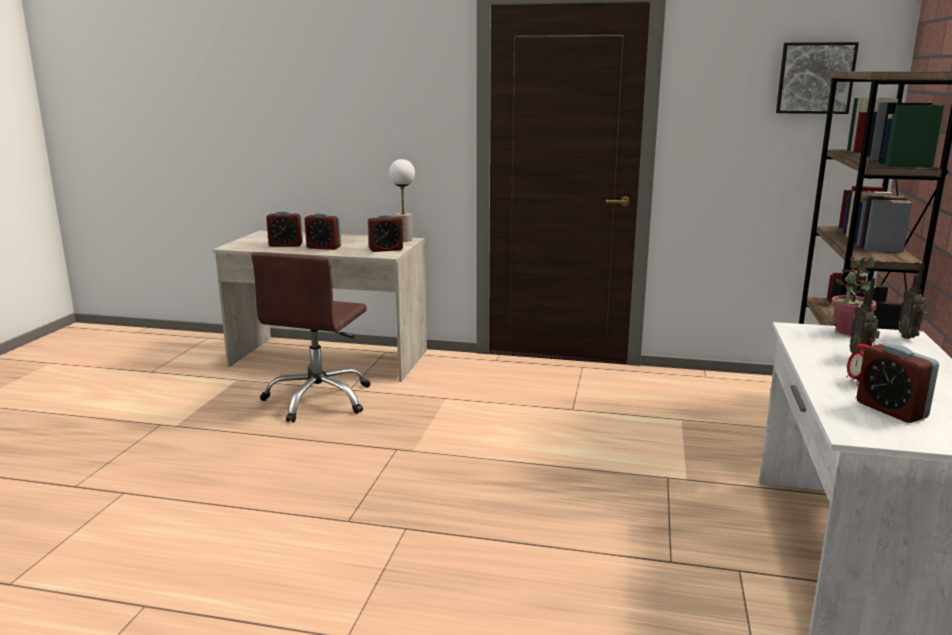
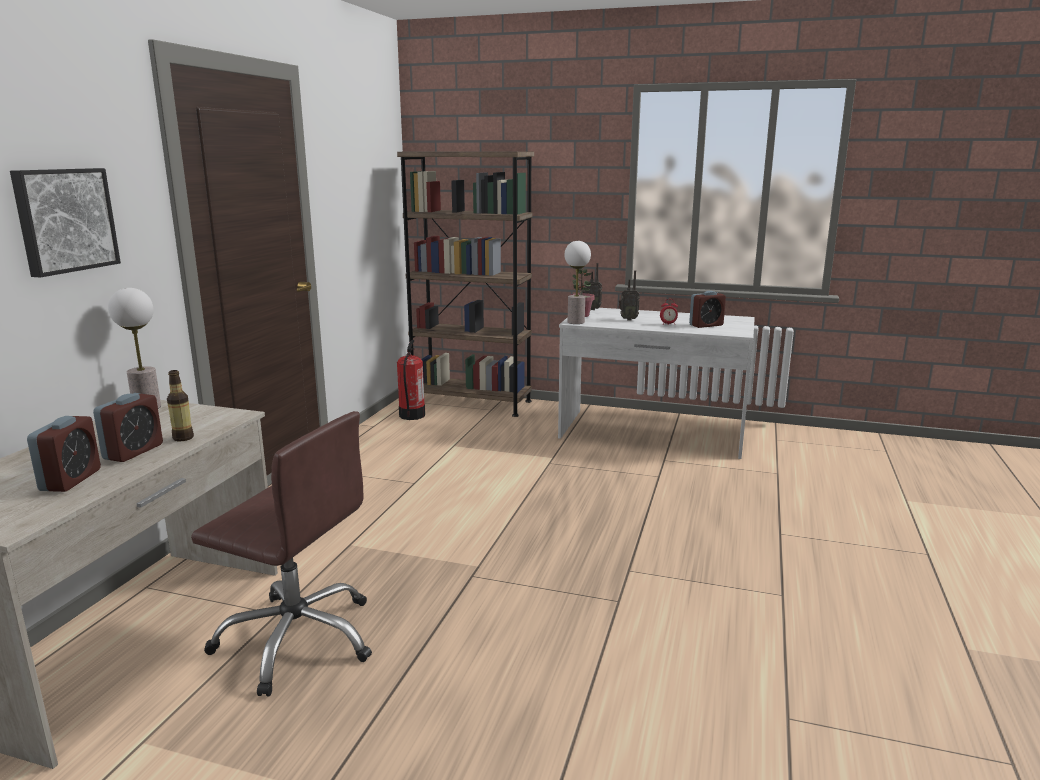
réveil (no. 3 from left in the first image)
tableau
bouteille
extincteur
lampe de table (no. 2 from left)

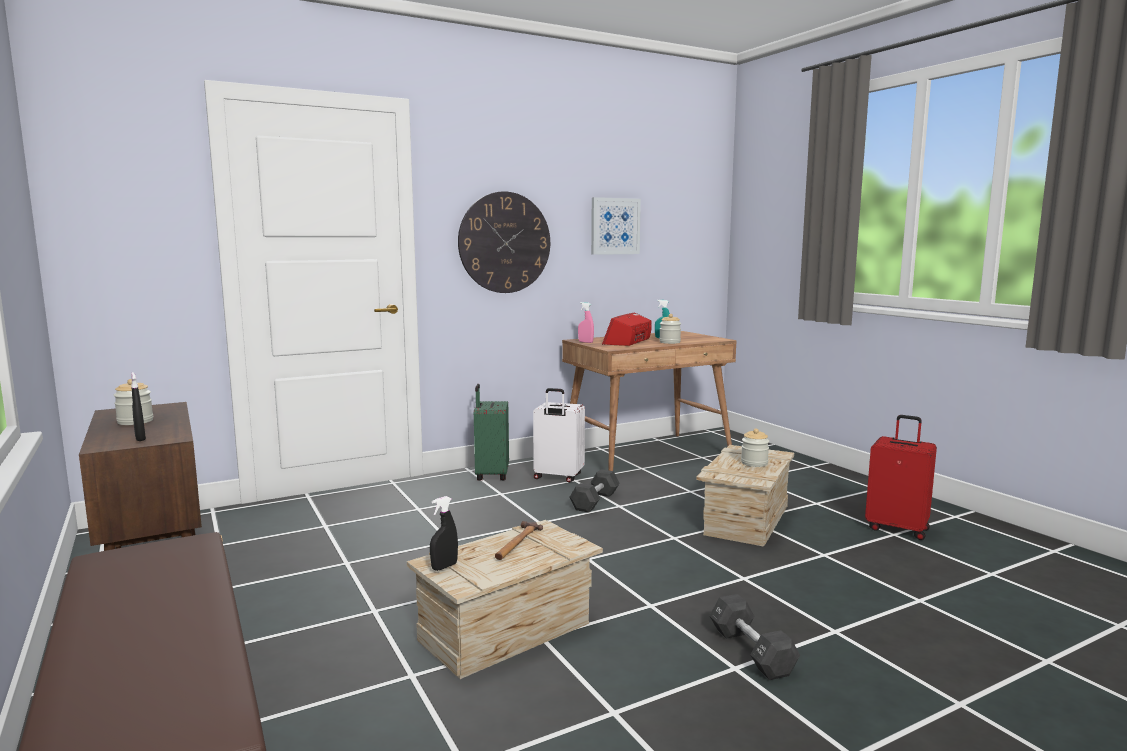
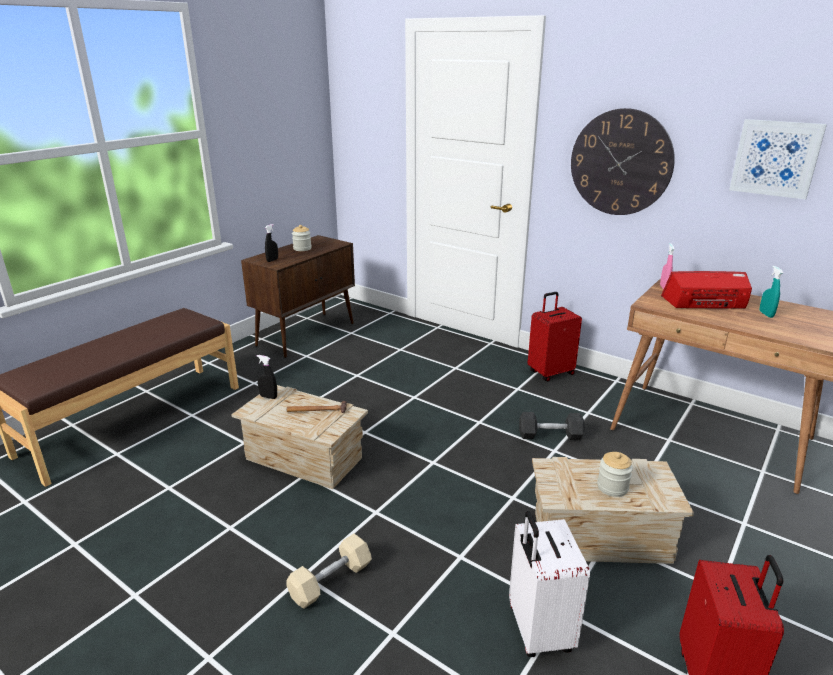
valise [rouge] (no. 1 from left)
valise [blanc]
bocal (no. 2 from left in the first image)
haltère [beige]

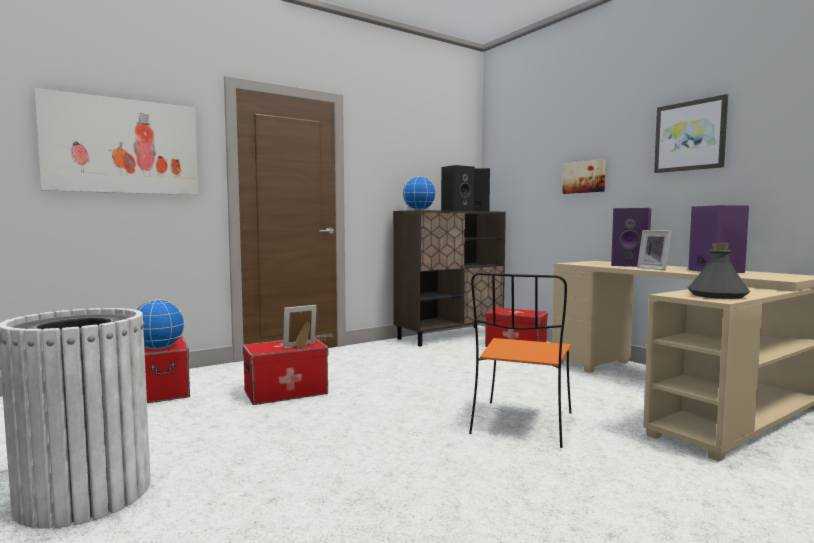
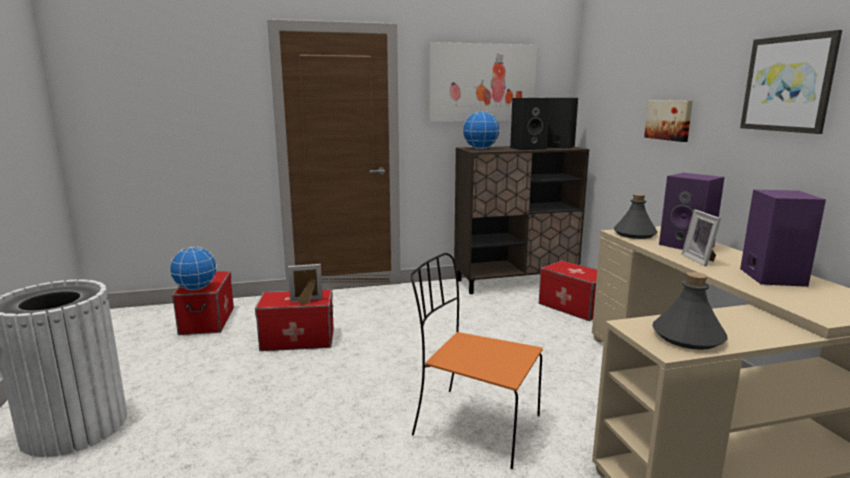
tableau (no. 1 from left)
chaise [orange]
bouteille [gris] (no. 1 from left)

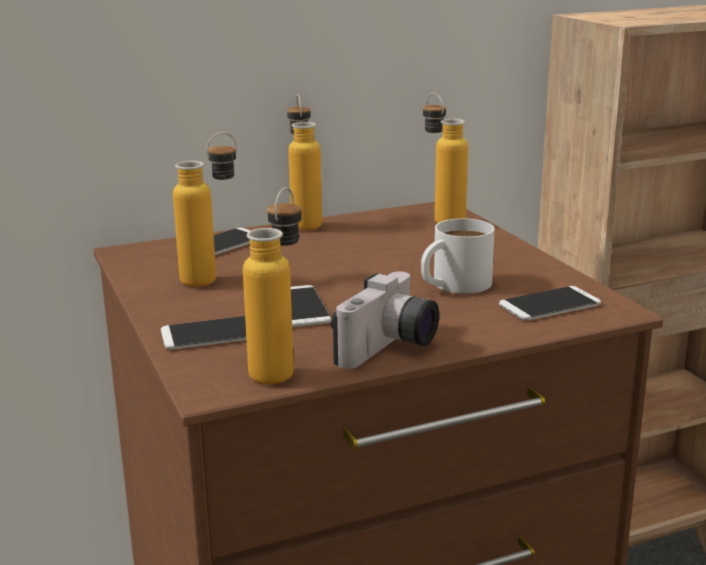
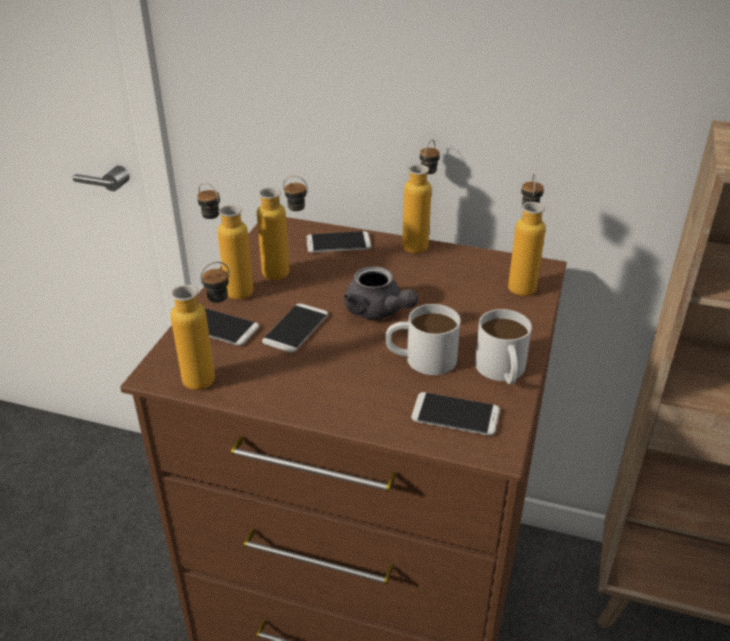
appareil photo
bouteille (no. 2 from left)
théière [gris]
mug [blanc] (no. 2 from left)

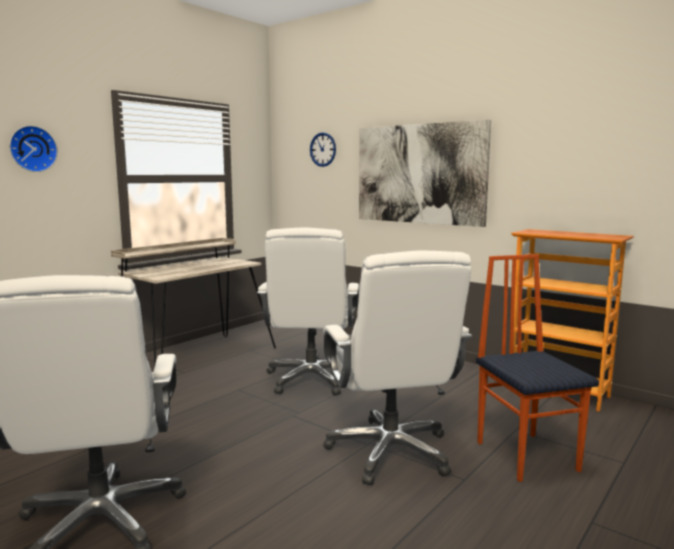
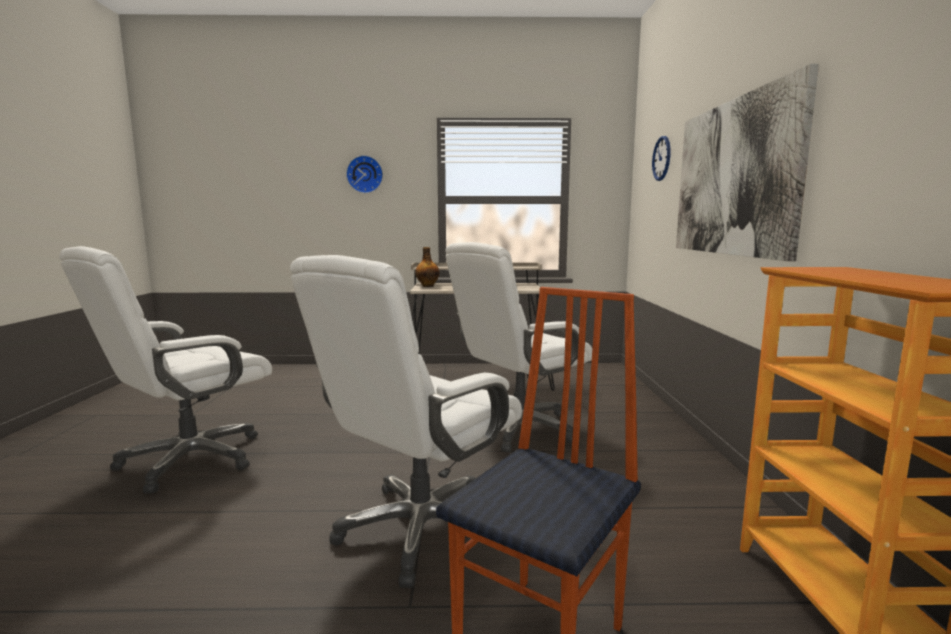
bouteille

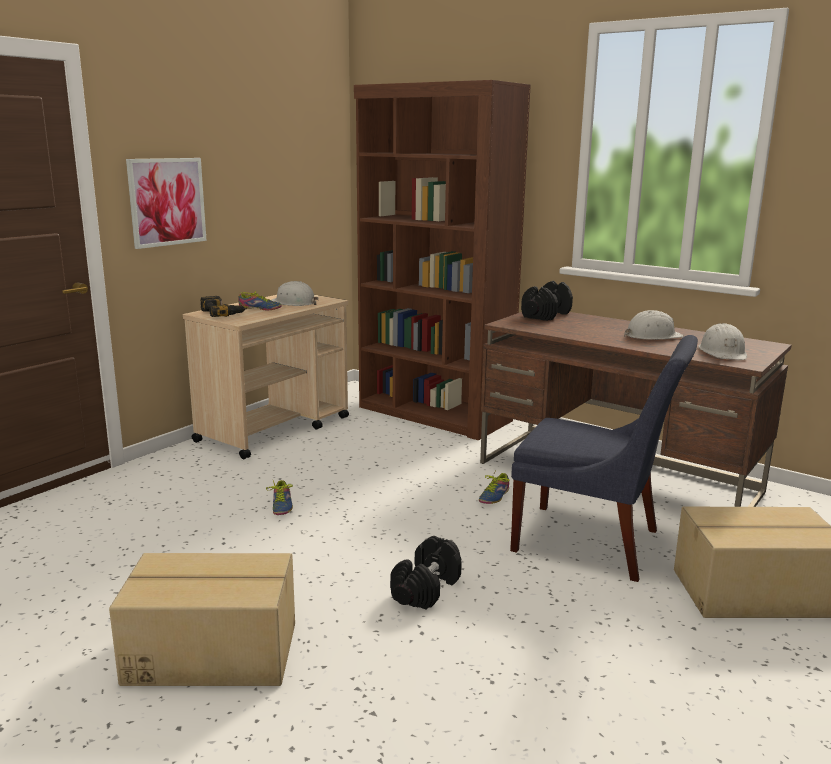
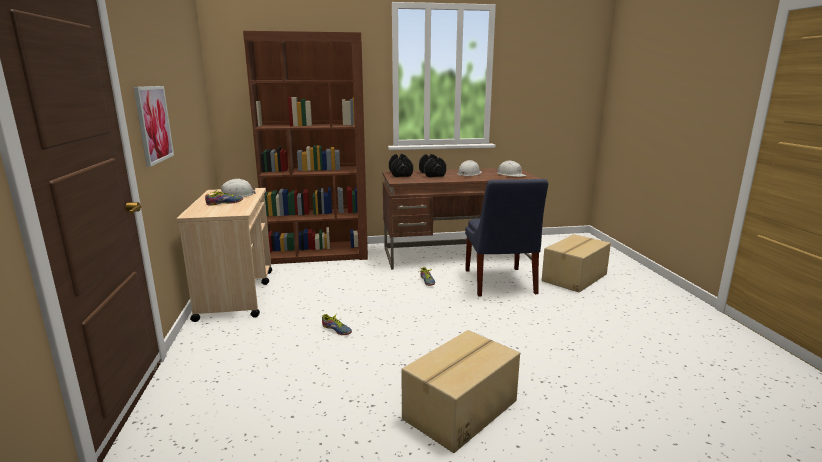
perceuse
haltère [noir] (no. 2 from left)
chaise [bleu]

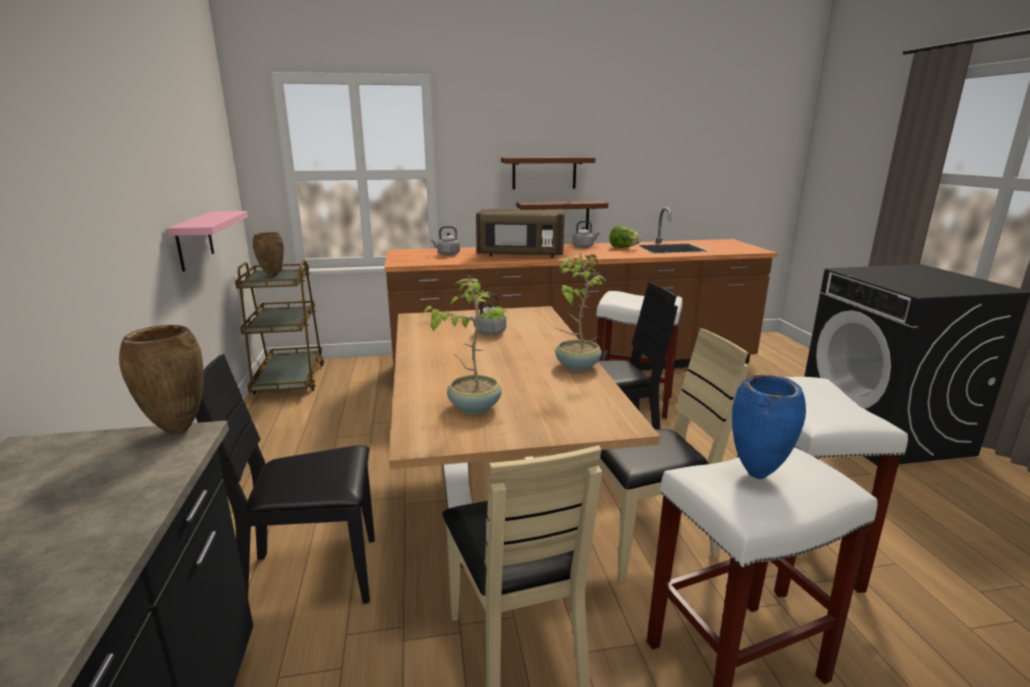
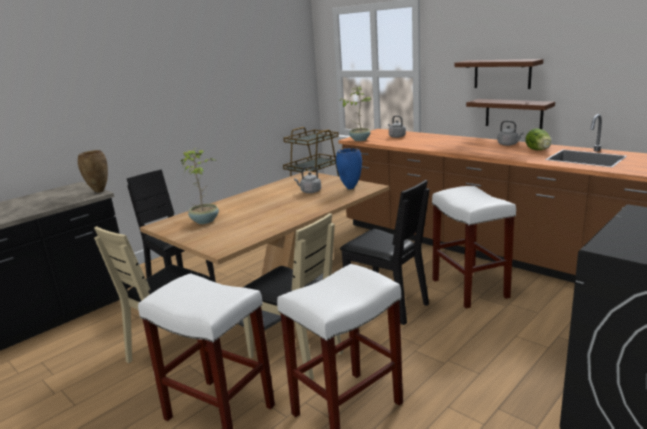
étagère [rose]
vase [marron] (no. 2 from left in the first image)
micro-ondes [marron]
plante en pot (no. 2 from left)
vase [bleu]

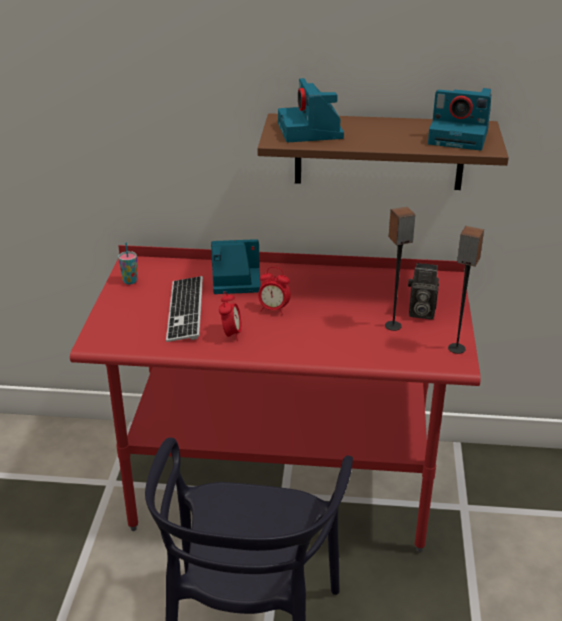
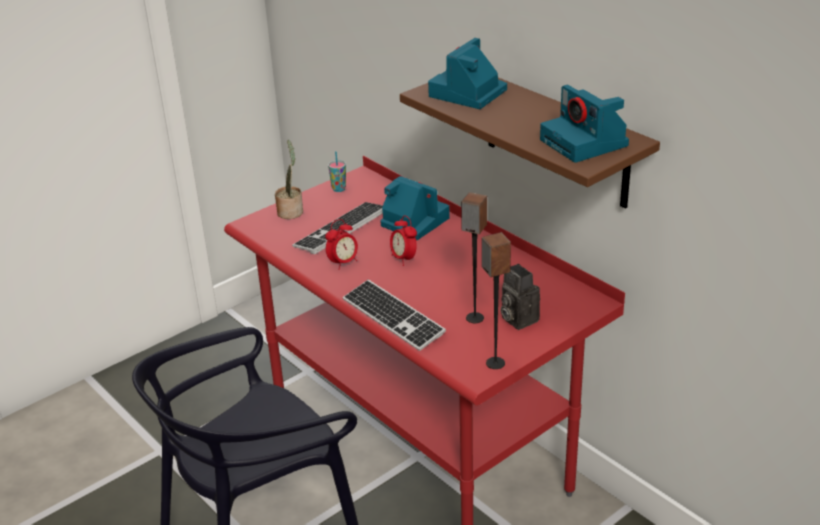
plante en pot
clavier (no. 2 from left)

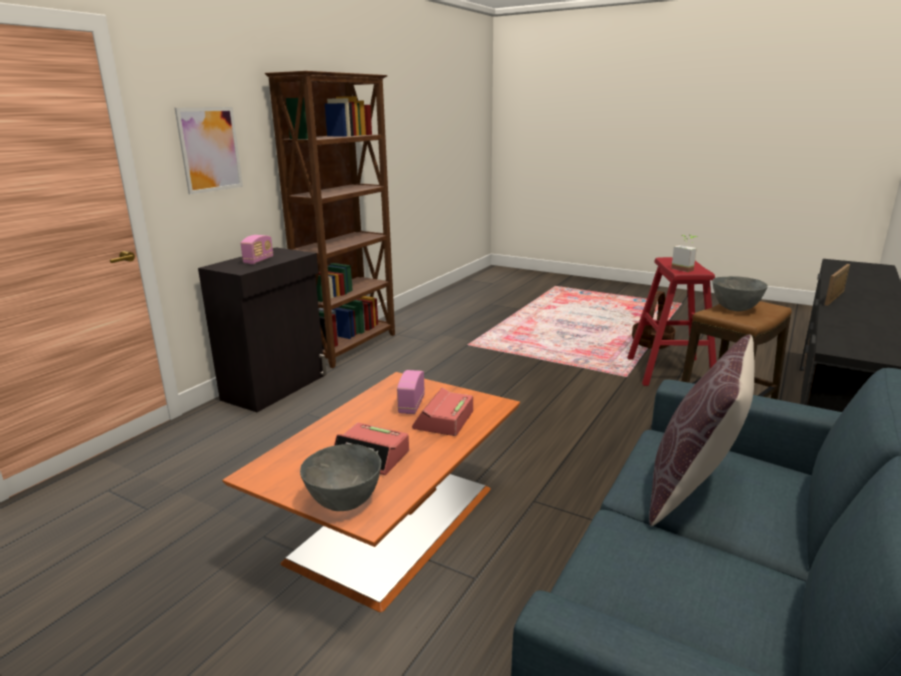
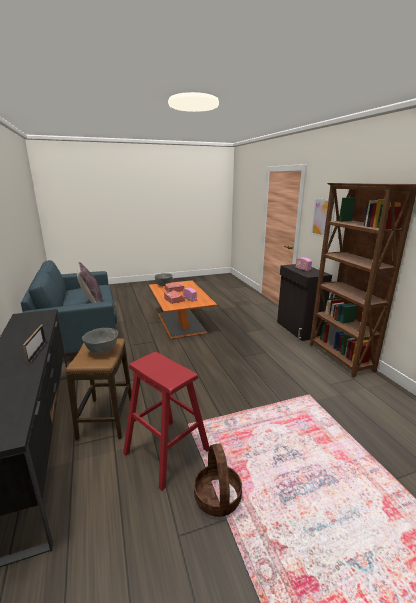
plante en pot

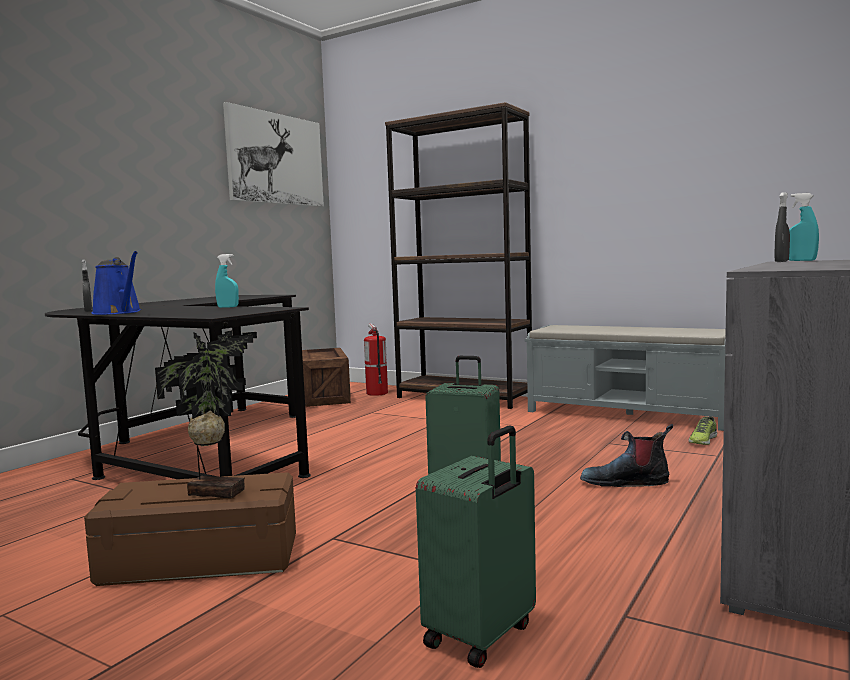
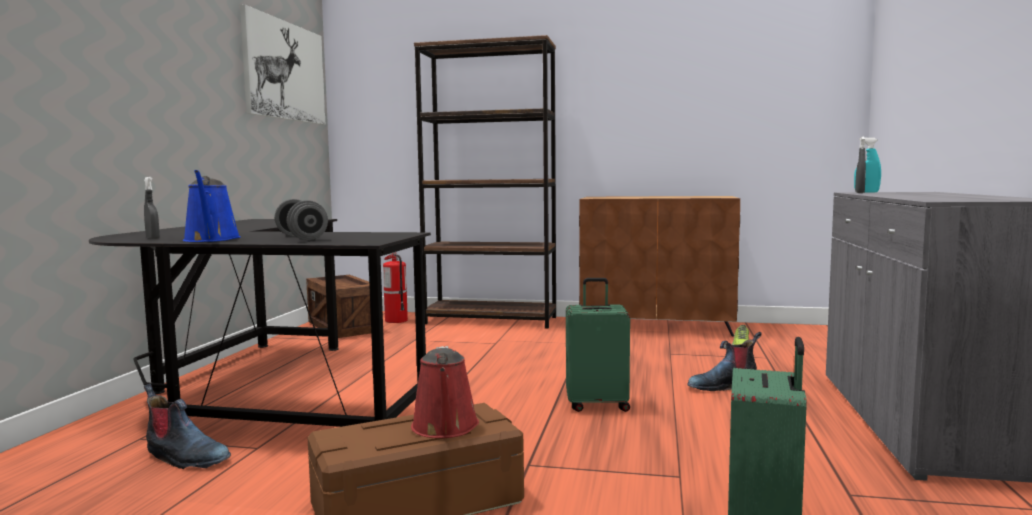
arrosoir [bleu]
arrosoir [rouge]
vaporisateur [turquoise] (no. 1 from left in the first image)
meuble de rangement [marron]
botte (no. 1 from left)
haltère [gris]

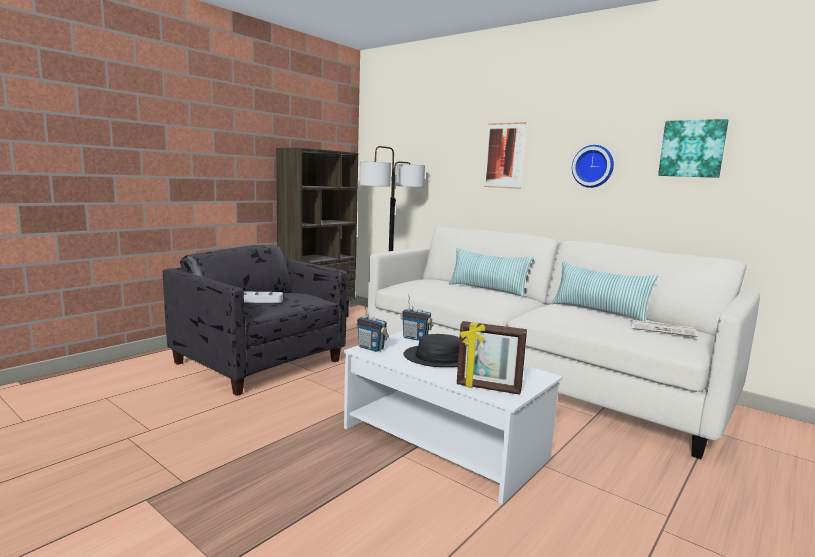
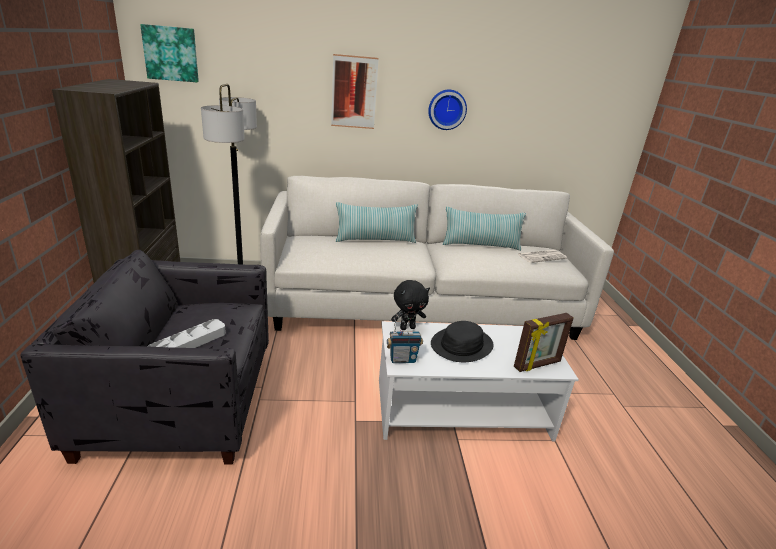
peluche [noir]
tableau (no. 1 from left)

